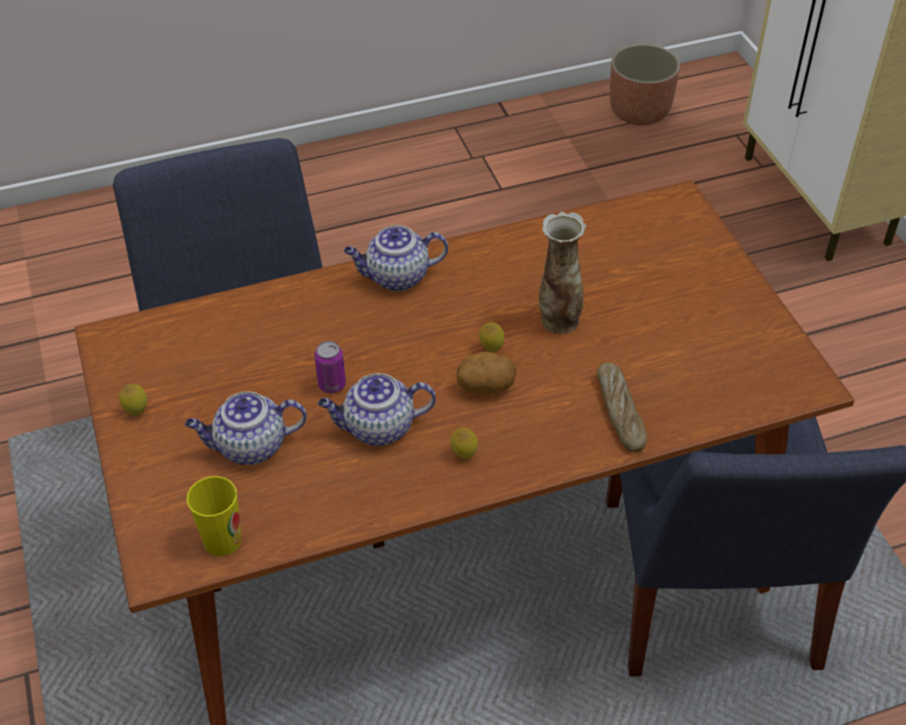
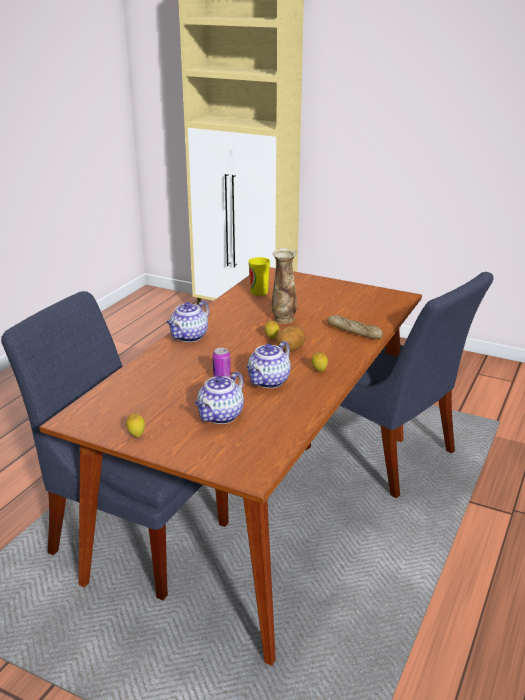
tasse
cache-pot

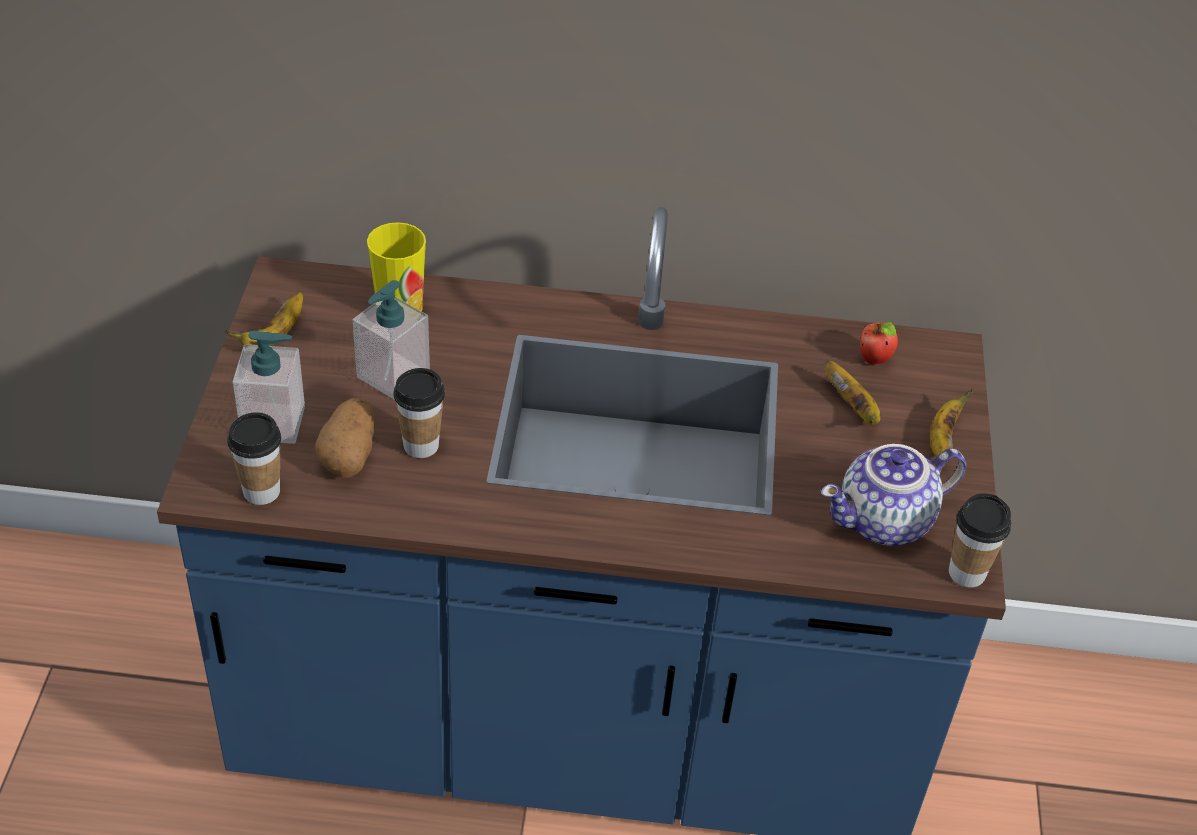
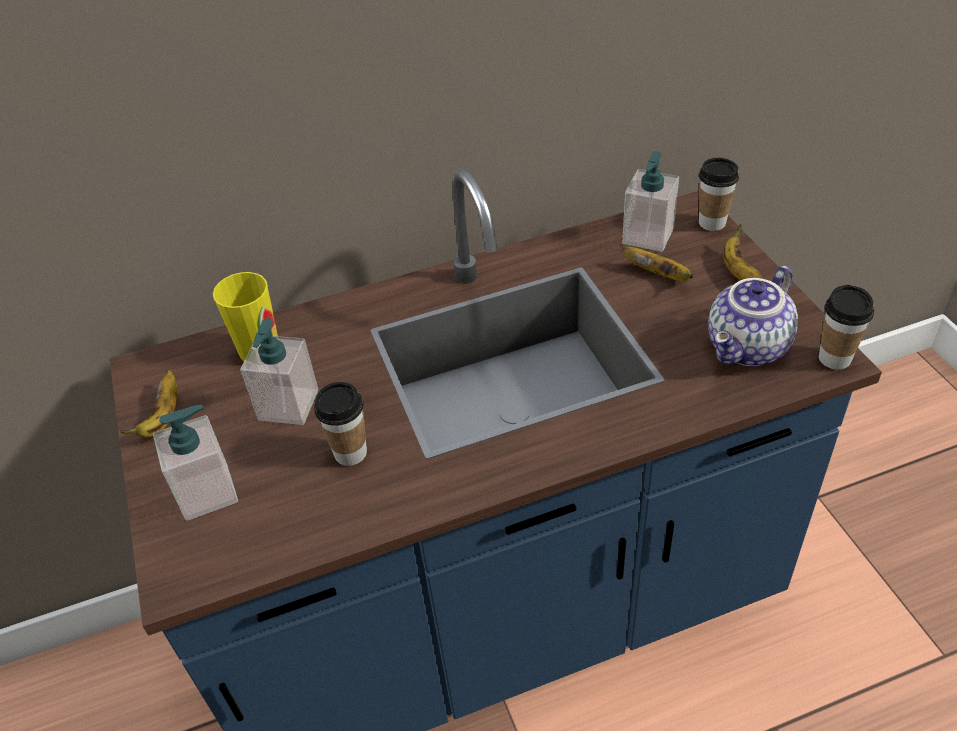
tasse (no. 3 from left)
pomme de terre
distributeur de savon (no. 3 from left)

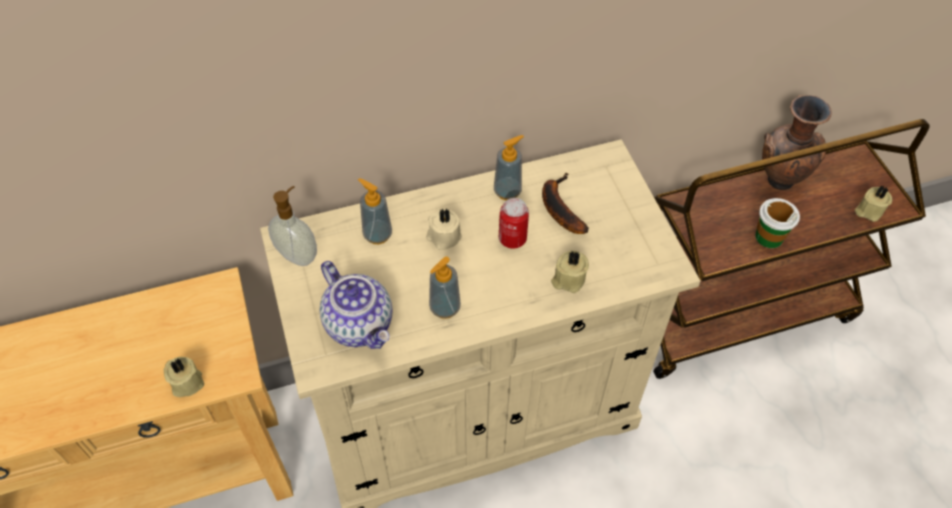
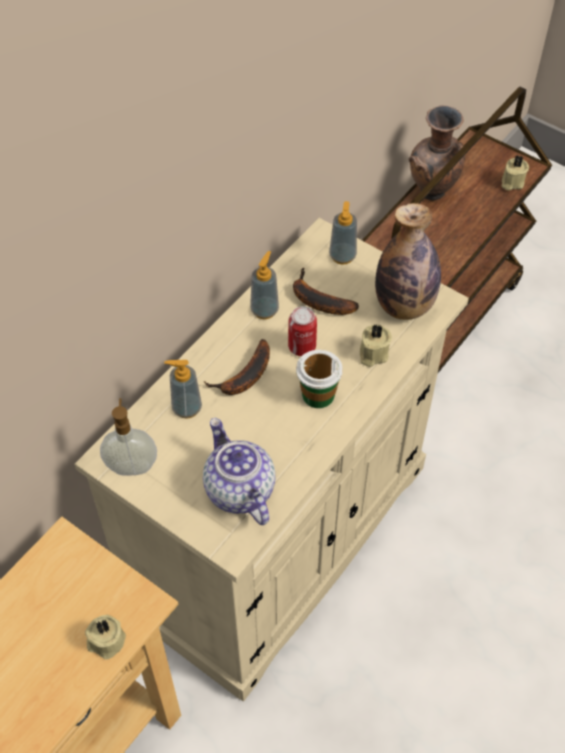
théière
banane (no. 1 from left)
distributeur de savon (no. 4 from left)
tasse
bouteille

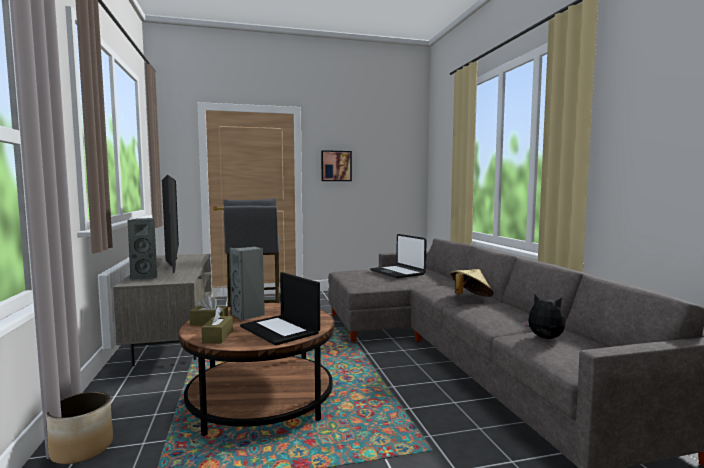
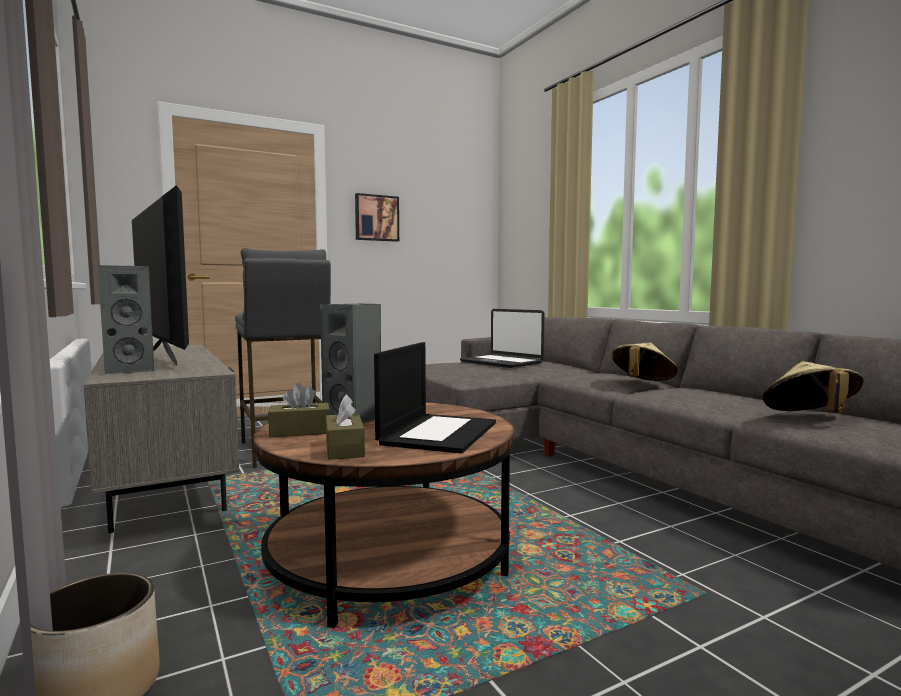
ordinateur portable (no. 1 from left)
chapeau [beige] (no. 2 from left)

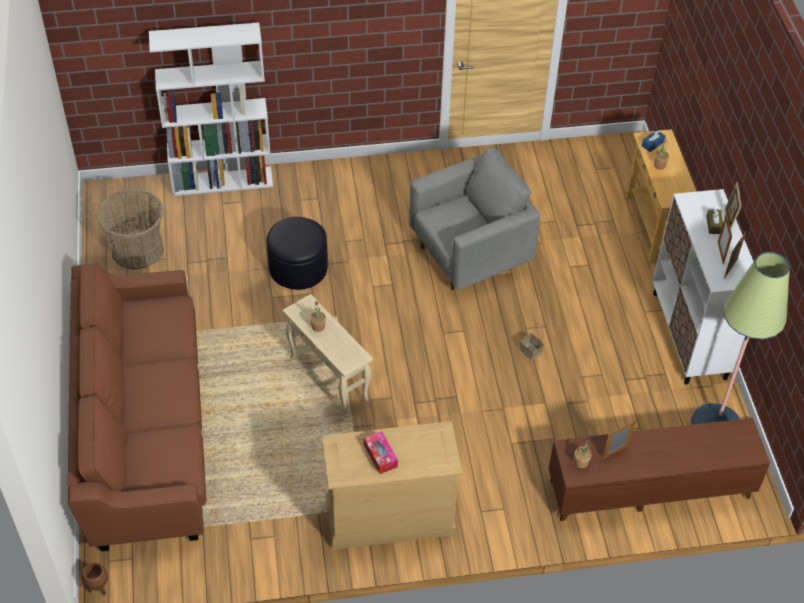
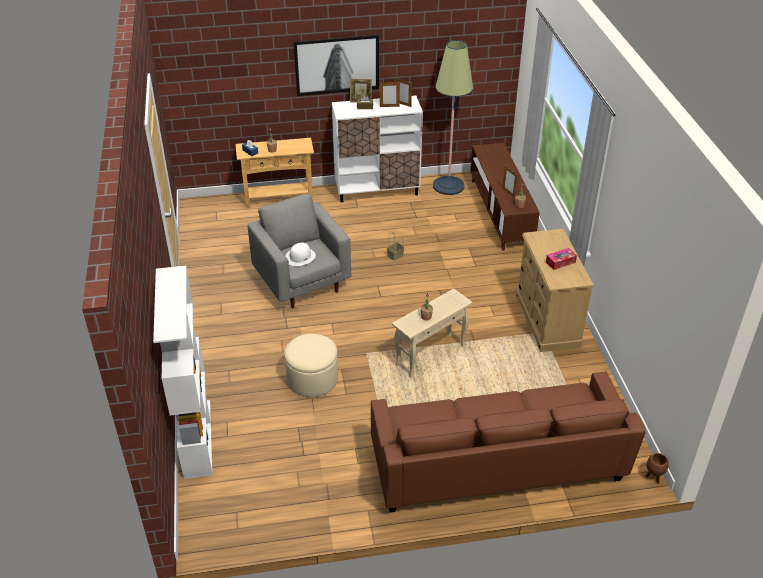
panier (no. 1 from left in the first image)
pouf [beige]
chapeau [blanc]
tableau

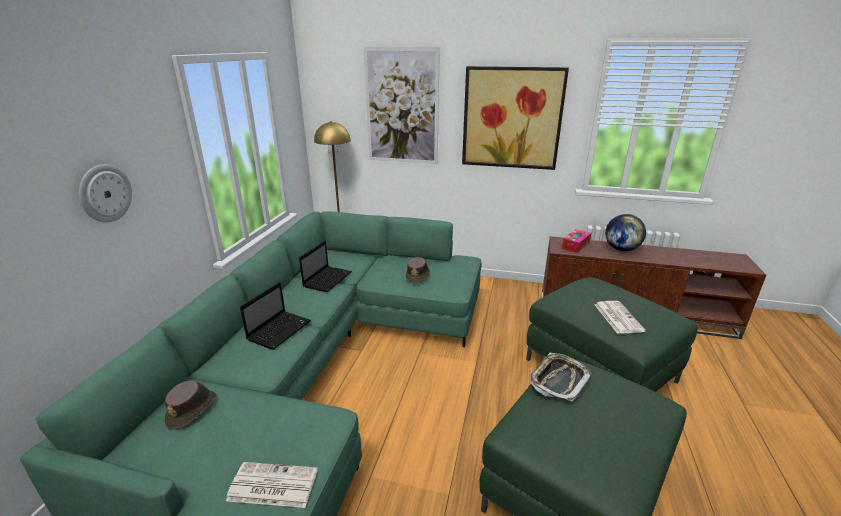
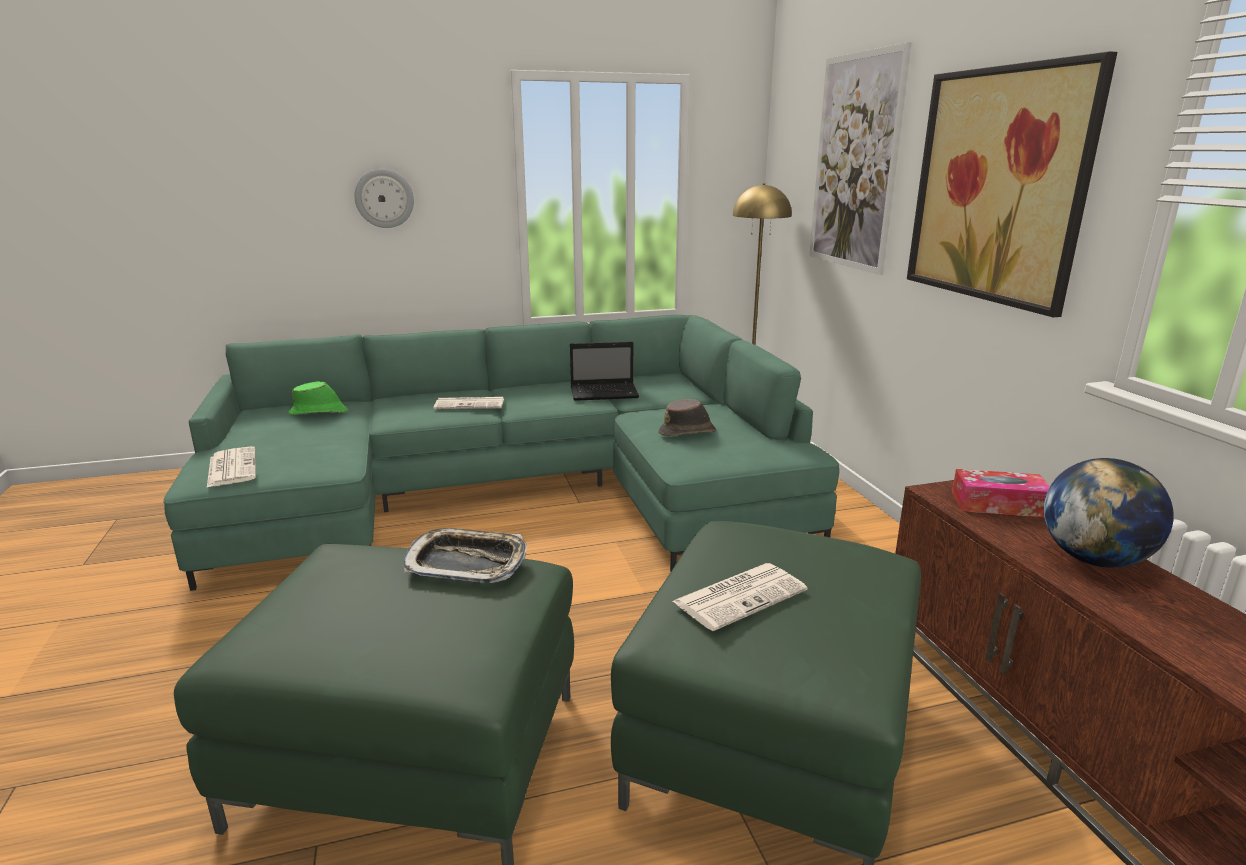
chapeau [vert]
journal (no. 2 from left)

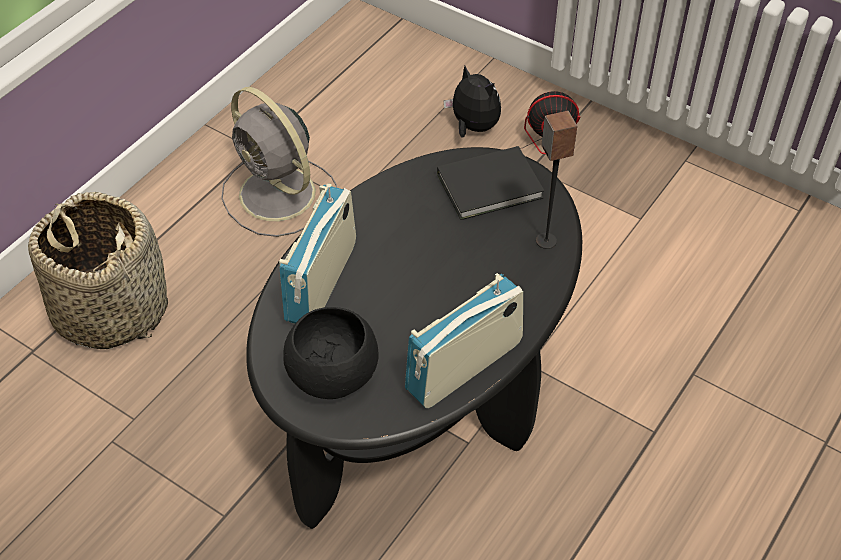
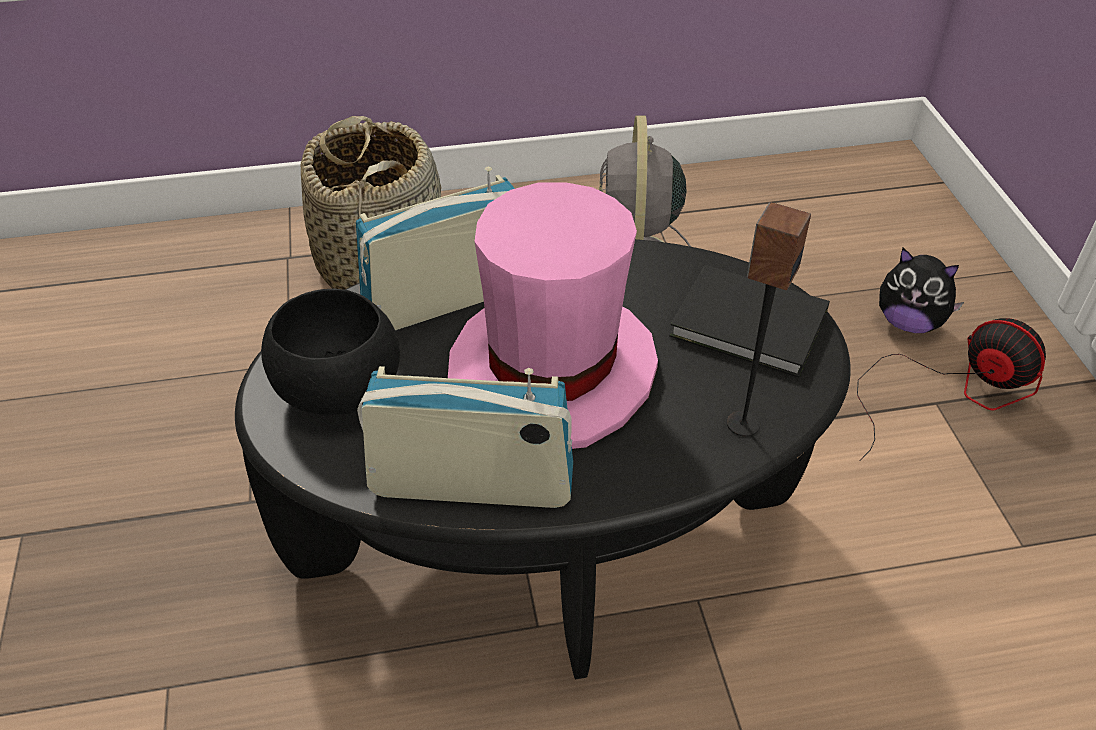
peluche
chapeau [rose]

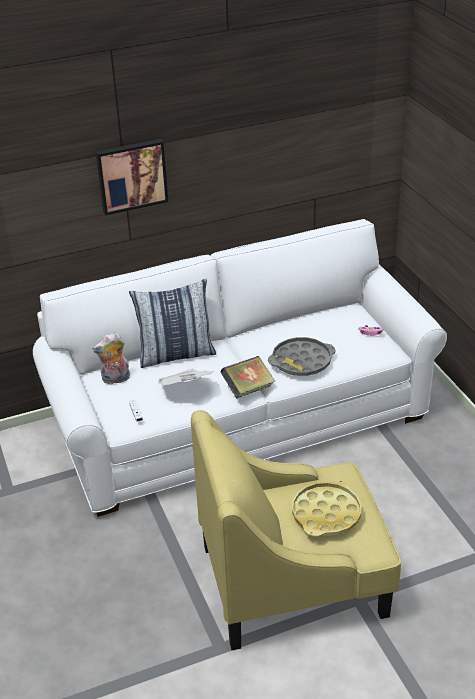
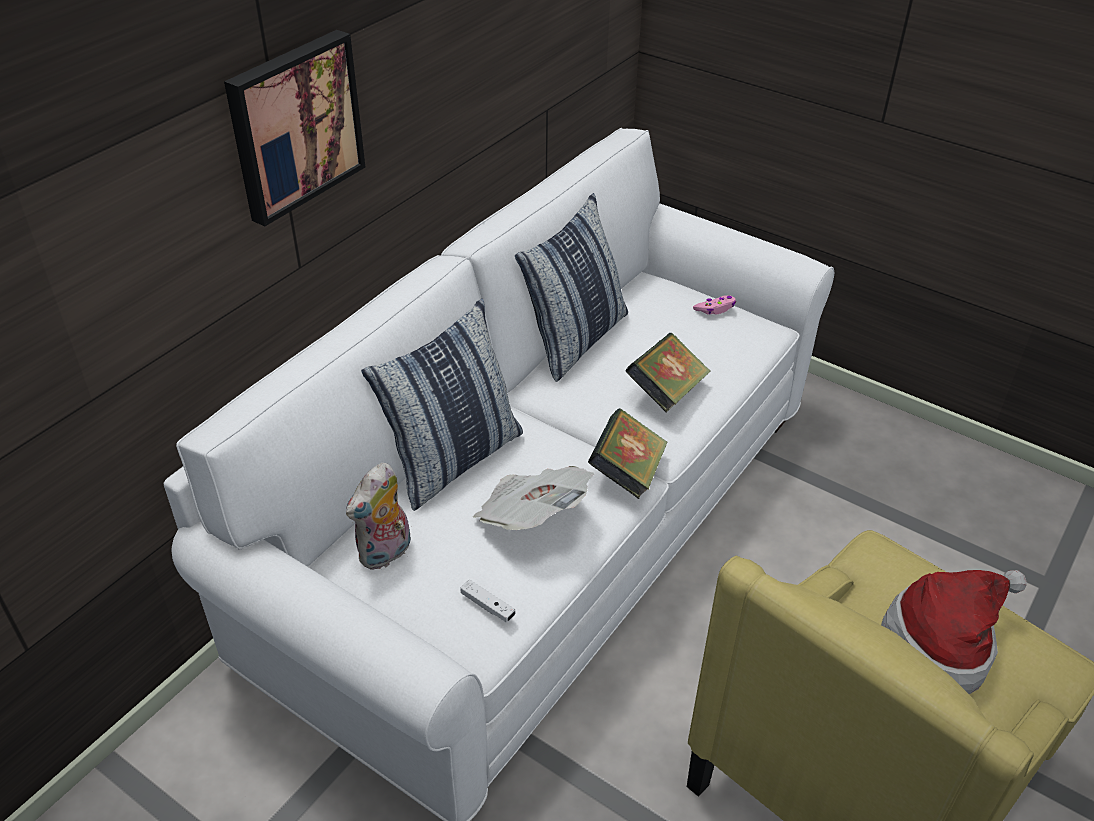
livre (no. 2 from left)
chapeau
coussin (no. 2 from left)

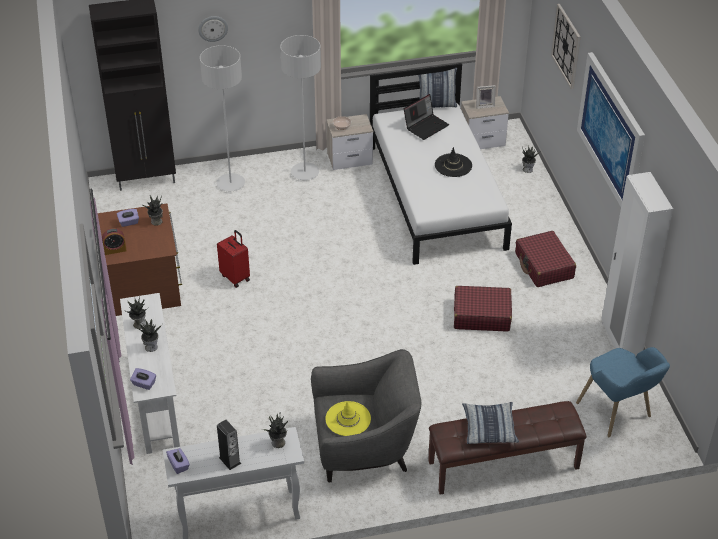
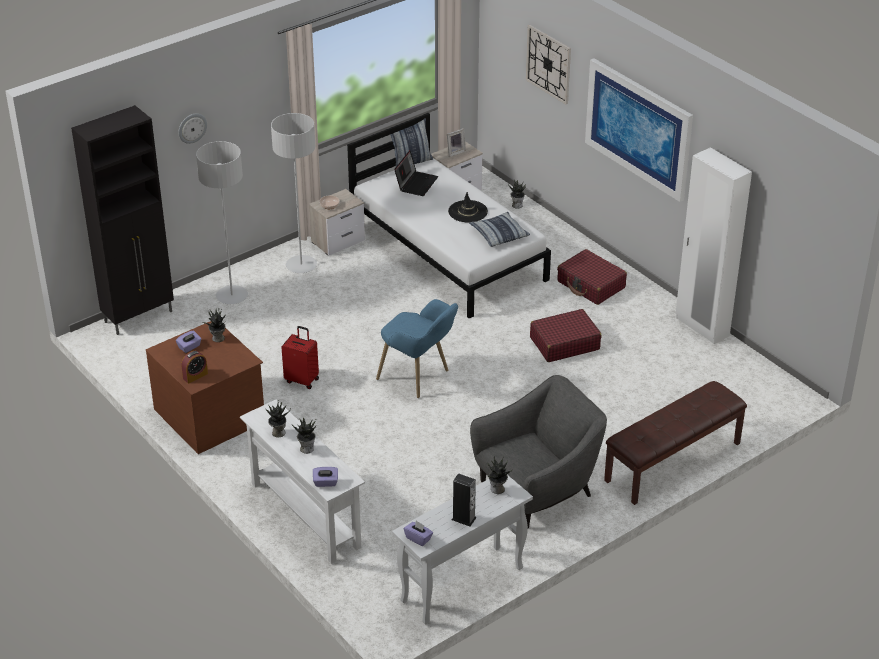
chapeau [jaune]
coussin (no. 2 from left)
fauteuil [bleu]

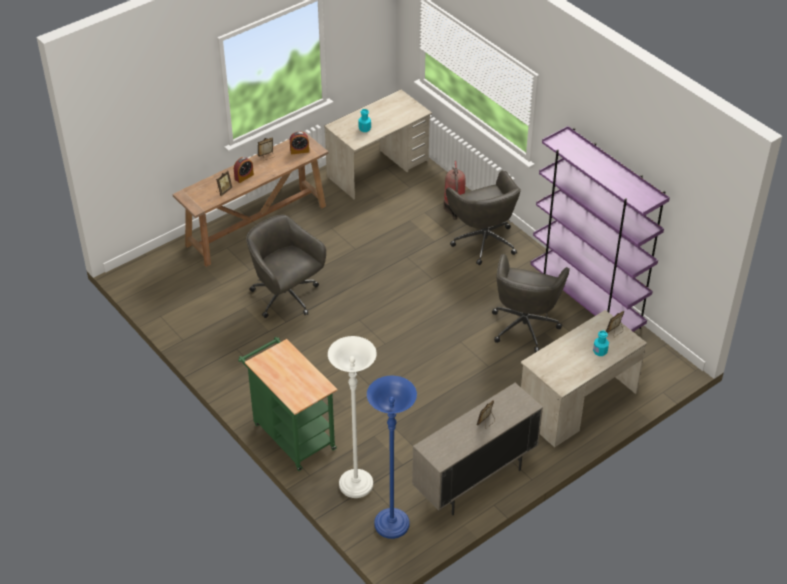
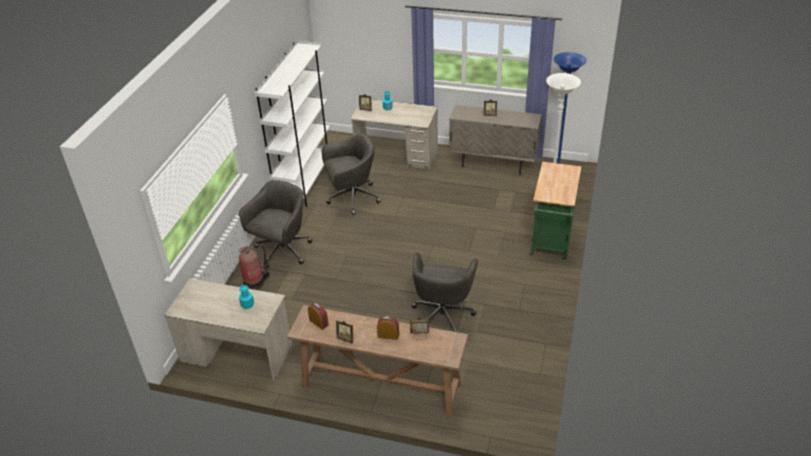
bibliothèque [blanc]

